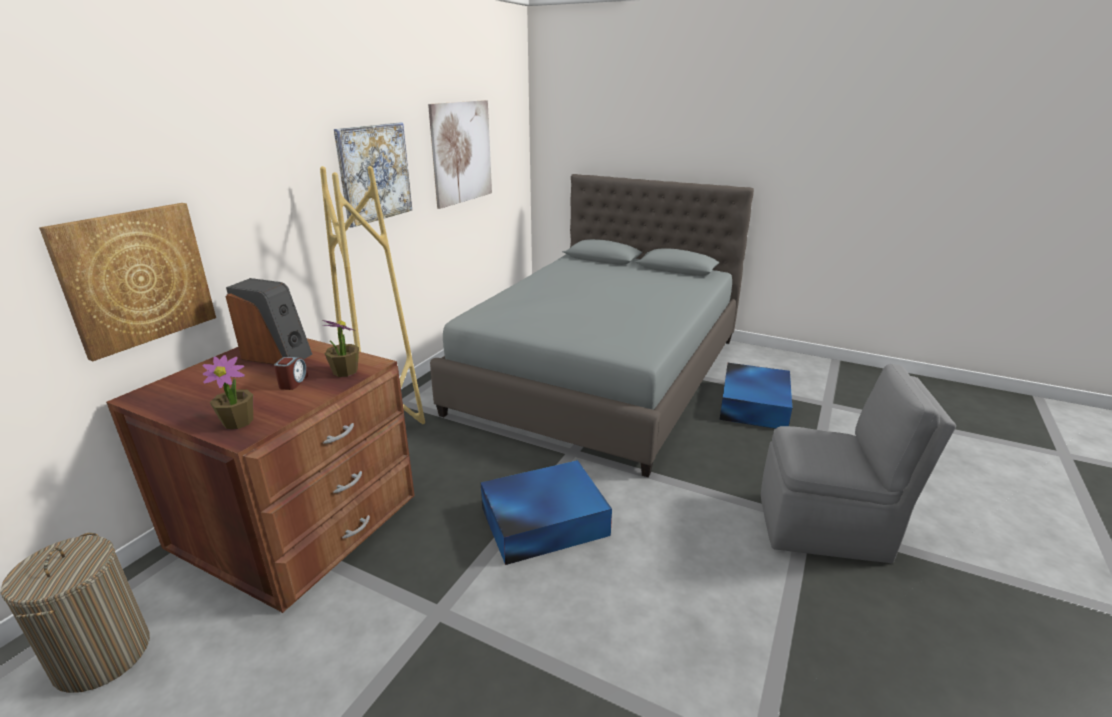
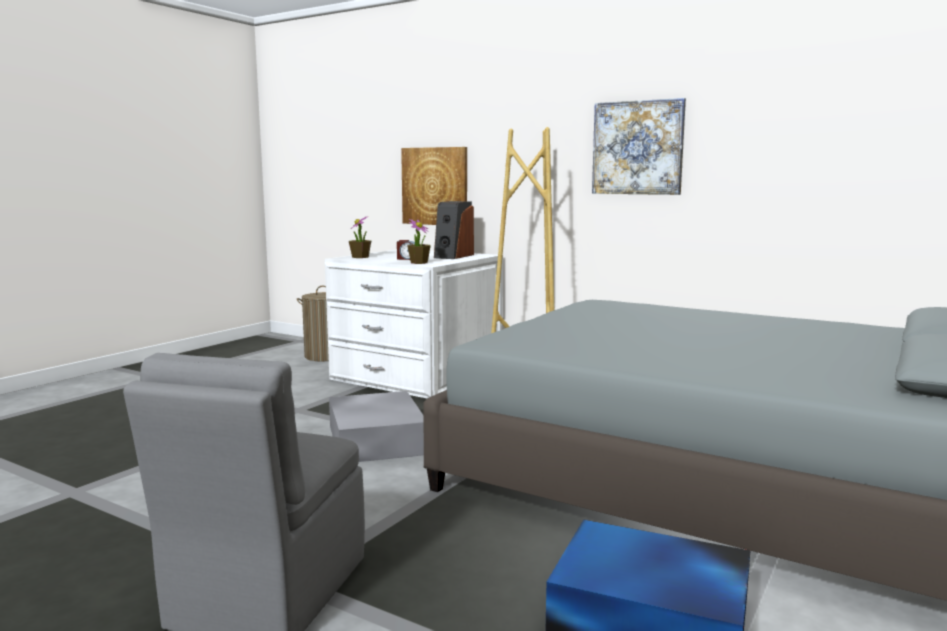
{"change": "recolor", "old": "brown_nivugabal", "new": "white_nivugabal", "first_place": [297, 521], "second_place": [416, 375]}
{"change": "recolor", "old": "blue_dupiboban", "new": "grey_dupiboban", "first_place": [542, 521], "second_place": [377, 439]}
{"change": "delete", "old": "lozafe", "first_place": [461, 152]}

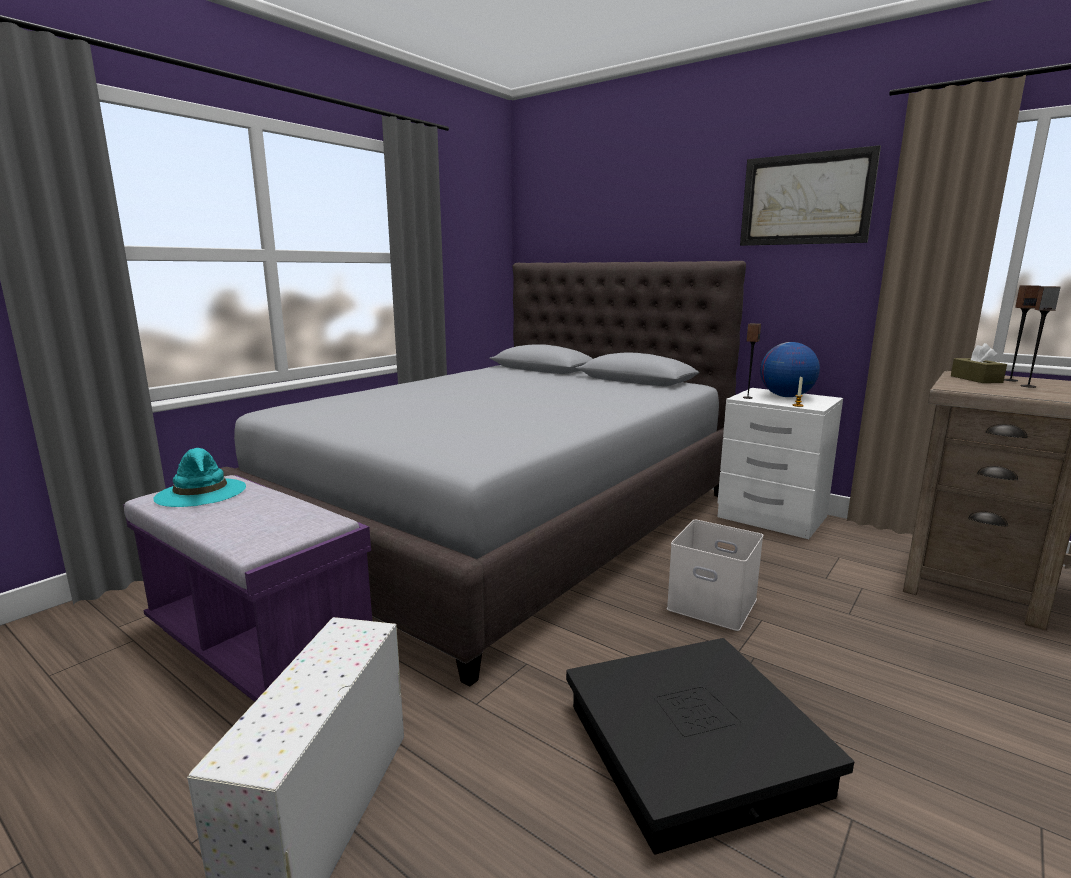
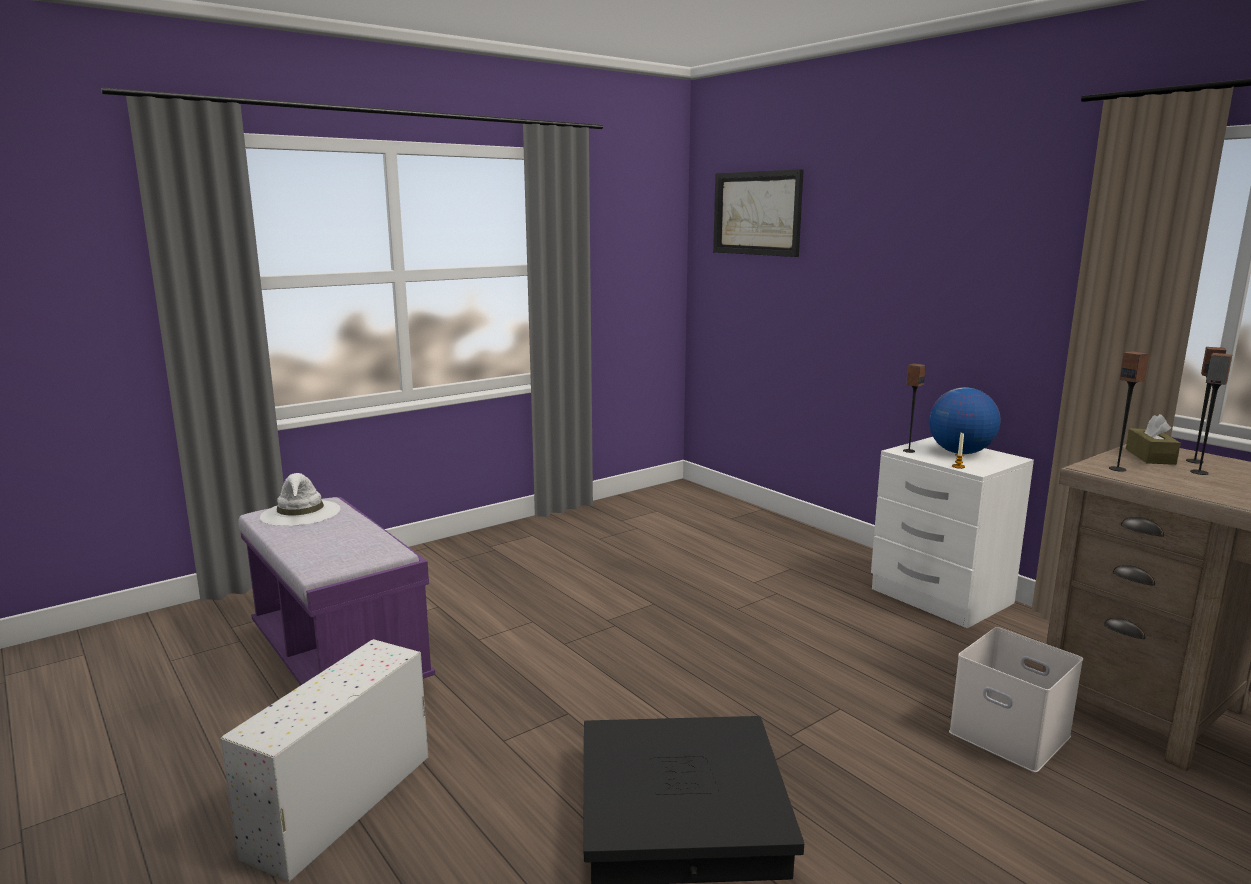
{"change": "recolor", "old": "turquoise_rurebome", "new": "white_rurebome", "first_place": [201, 492], "second_place": [301, 513]}
{"change": "move", "old": "lozafe", "first_place": [805, 199], "second_place": [757, 213]}
{"change": "move", "old": "white_dupiboban", "first_place": [714, 603], "second_place": [1012, 734]}
{"change": "insert", "new": "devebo", "second_place": [1117, 469]}
{"change": "delete", "old": "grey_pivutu", "first_place": [507, 522]}

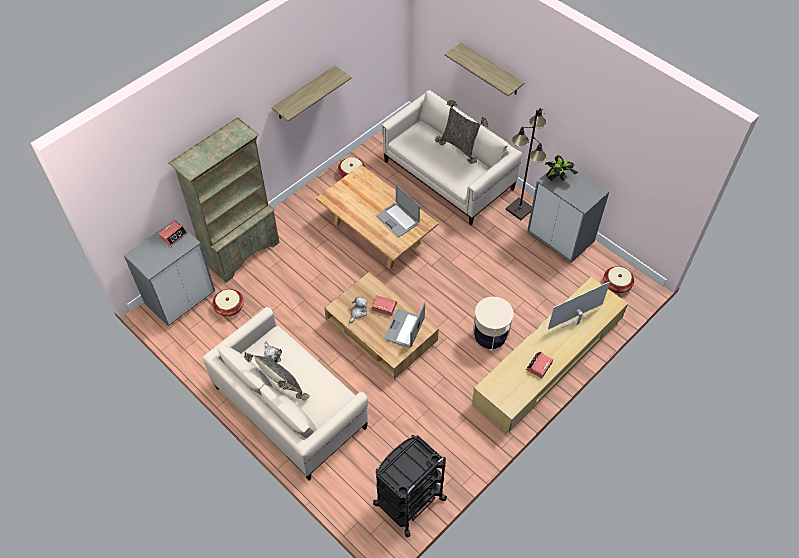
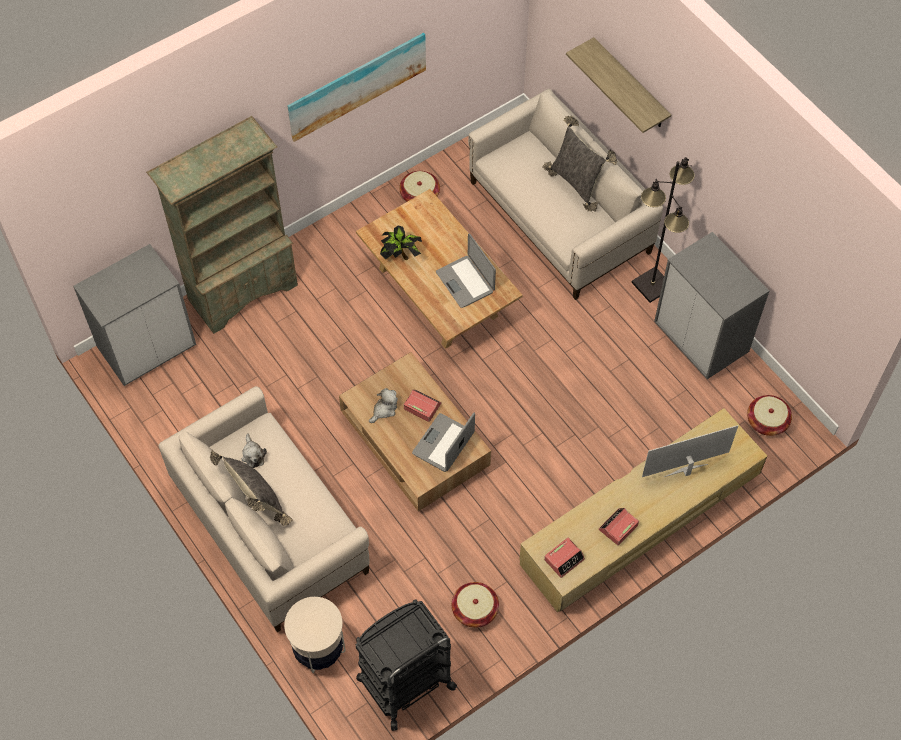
{"change": "move", "old": "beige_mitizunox", "first_place": [490, 337], "second_place": [318, 648]}
{"change": "replace", "old": "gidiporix", "new": "lozafe", "first_place": [304, 93], "second_place": [356, 84]}
{"change": "move", "old": "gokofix", "first_place": [558, 178], "second_place": [400, 256]}
{"change": "move", "old": "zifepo", "first_place": [229, 307], "second_place": [475, 609]}
{"change": "move", "old": "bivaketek", "first_place": [173, 235], "second_place": [564, 559]}

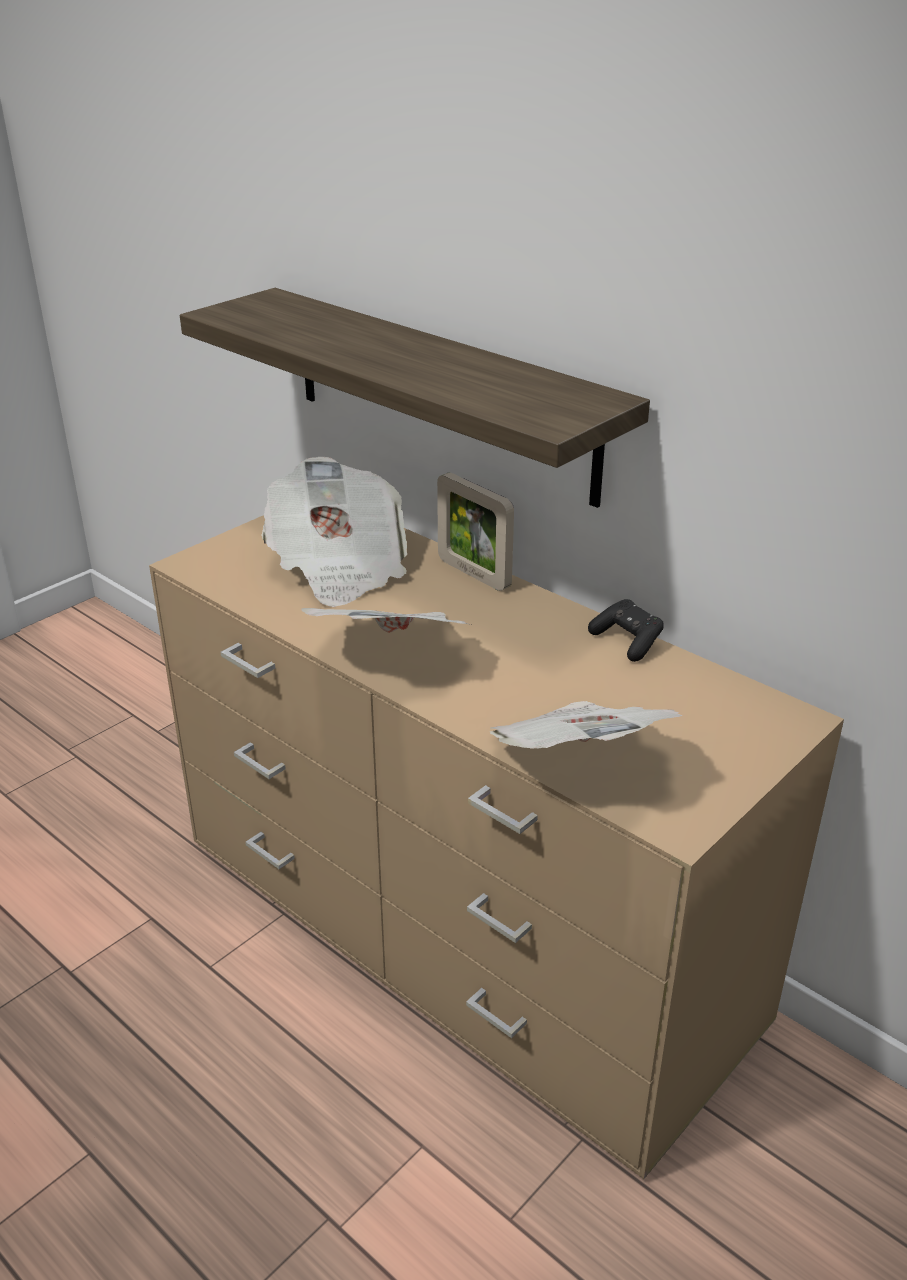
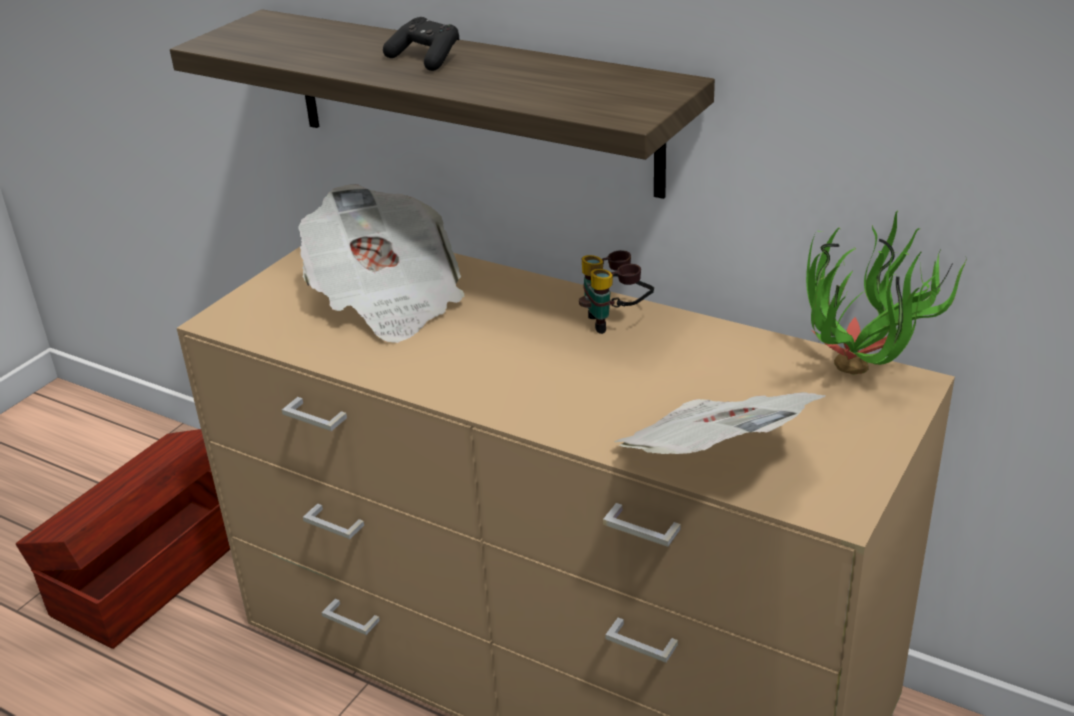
{"change": "insert", "new": "brown_dupiboban", "second_place": [152, 570]}
{"change": "move", "old": "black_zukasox", "first_place": [627, 641], "second_place": [425, 58]}
{"change": "insert", "new": "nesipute", "second_place": [616, 321]}
{"change": "insert", "new": "gokofix", "second_place": [863, 383]}
{"change": "delete", "old": "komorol", "first_place": [394, 654]}
{"change": "delete", "old": "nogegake", "first_place": [473, 574]}

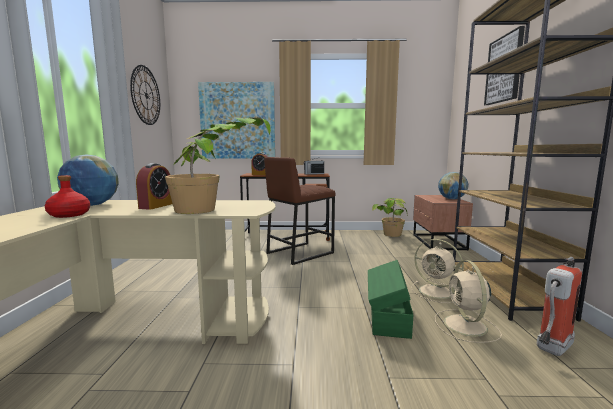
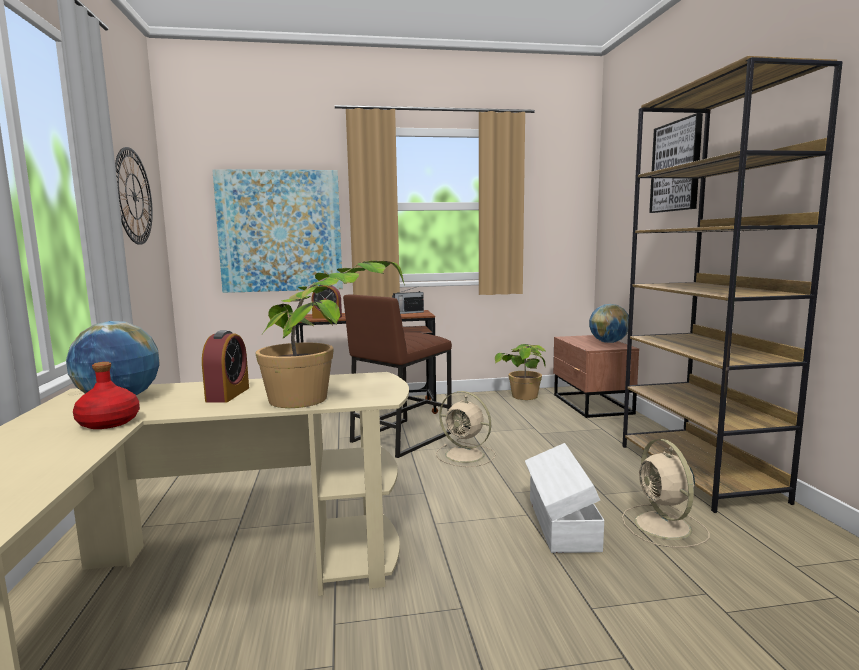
{"change": "move", "old": "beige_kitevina", "first_place": [437, 292], "second_place": [466, 455]}
{"change": "recolor", "old": "green_dupiboban", "new": "white_dupiboban", "first_place": [387, 316], "second_place": [561, 524]}
{"change": "delete", "old": "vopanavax", "first_place": [551, 350]}

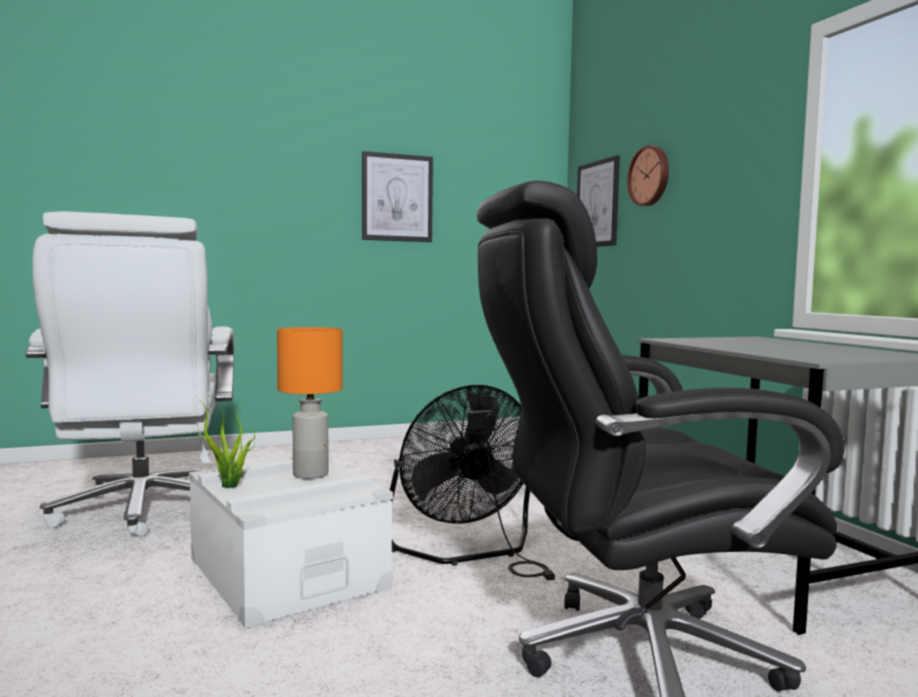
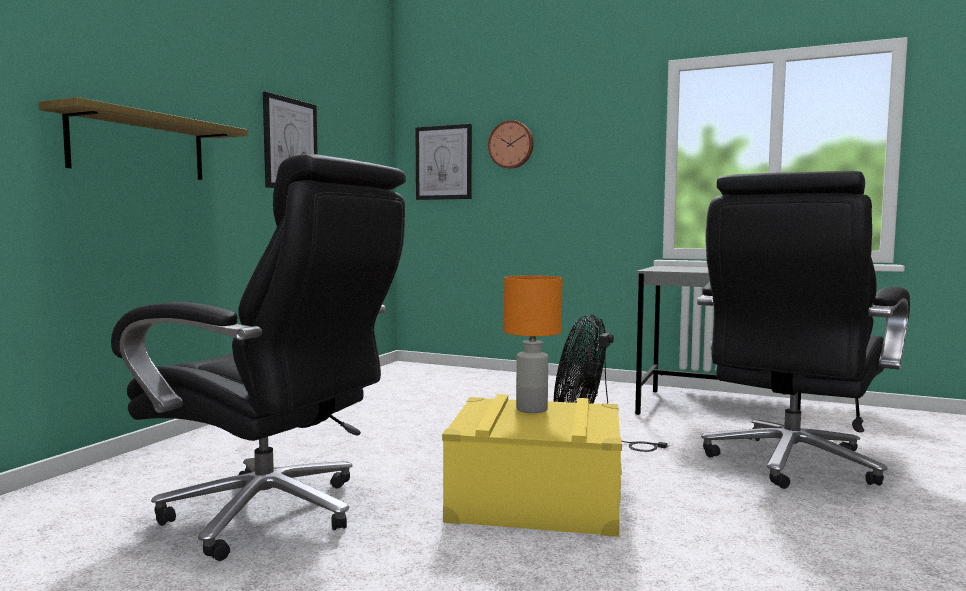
{"change": "insert", "new": "gidiporix", "second_place": [139, 146]}
{"change": "recolor", "old": "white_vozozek", "new": "black_vozozek", "first_place": [141, 514], "second_place": [275, 516]}
{"change": "recolor", "old": "white_dupiboban", "new": "yellow_dupiboban", "first_place": [286, 572], "second_place": [535, 501]}
{"change": "delete", "old": "gokofix", "first_place": [230, 486]}

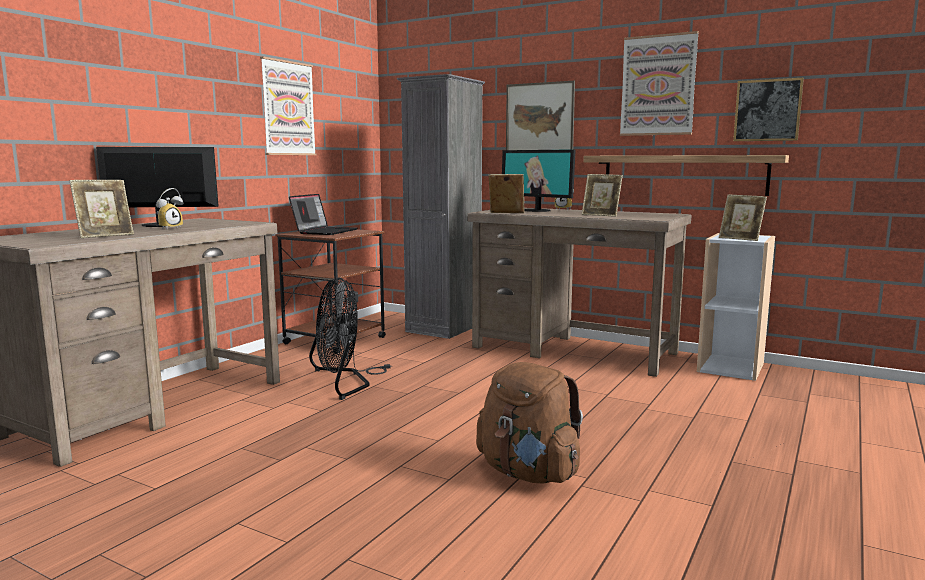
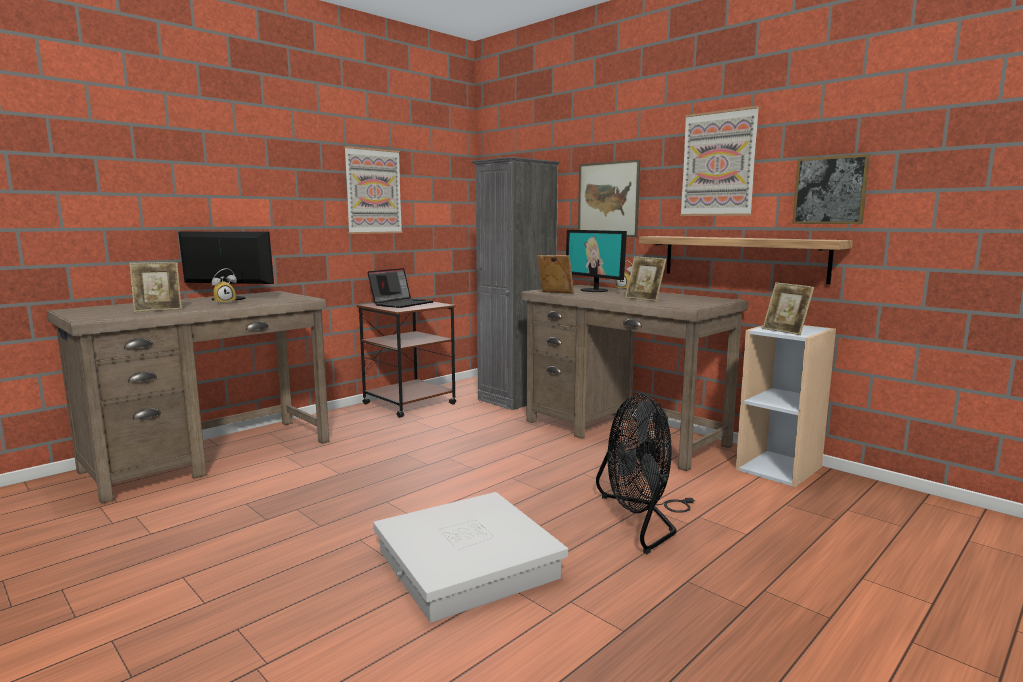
{"change": "replace", "old": "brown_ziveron", "new": "white_dupiboban", "first_place": [528, 473], "second_place": [467, 564]}
{"change": "move", "old": "black_kitevina", "first_place": [347, 380], "second_place": [644, 518]}

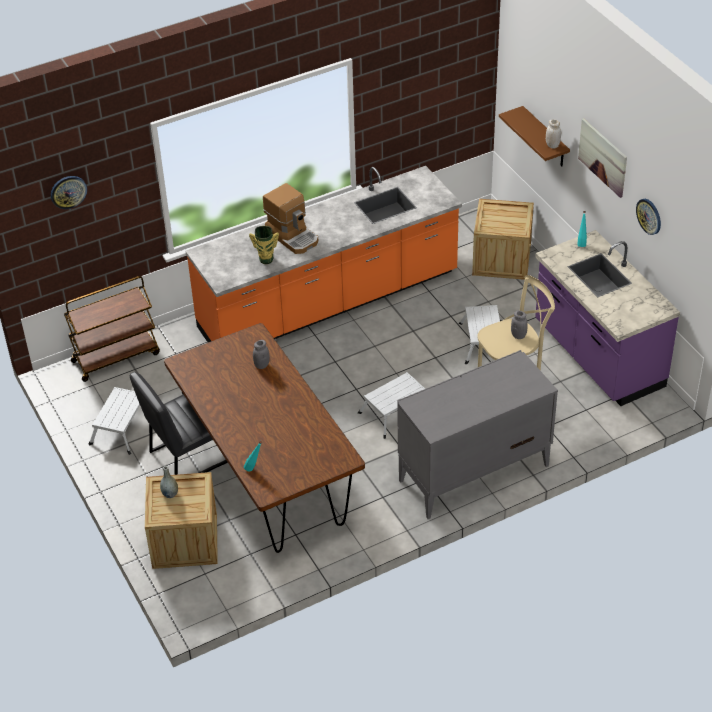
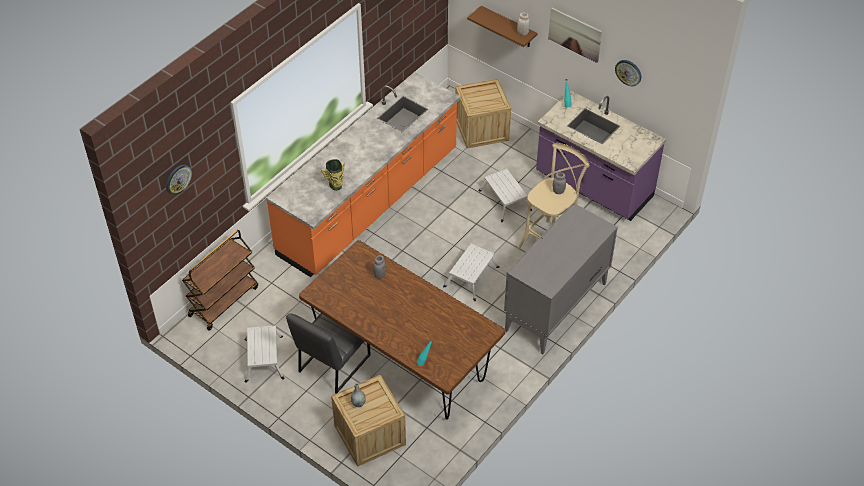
{"change": "delete", "old": "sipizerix", "first_place": [293, 236]}

